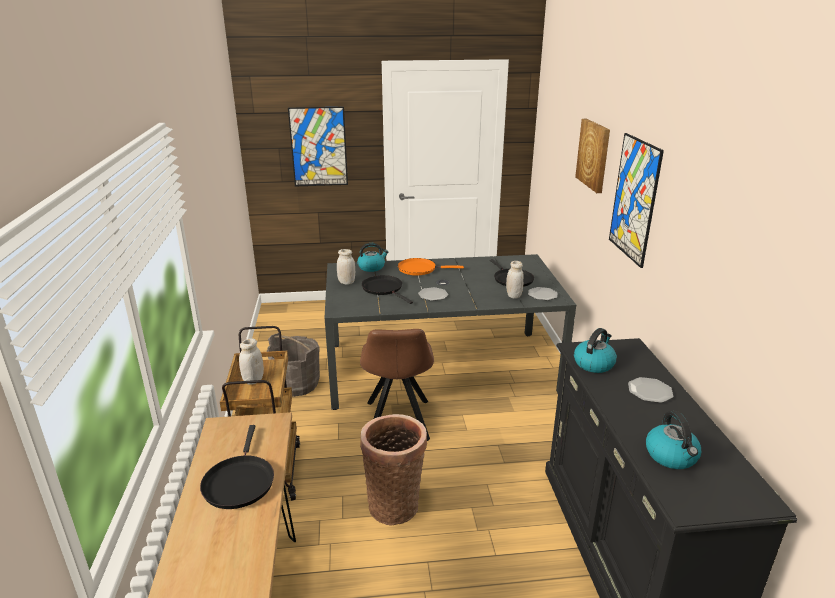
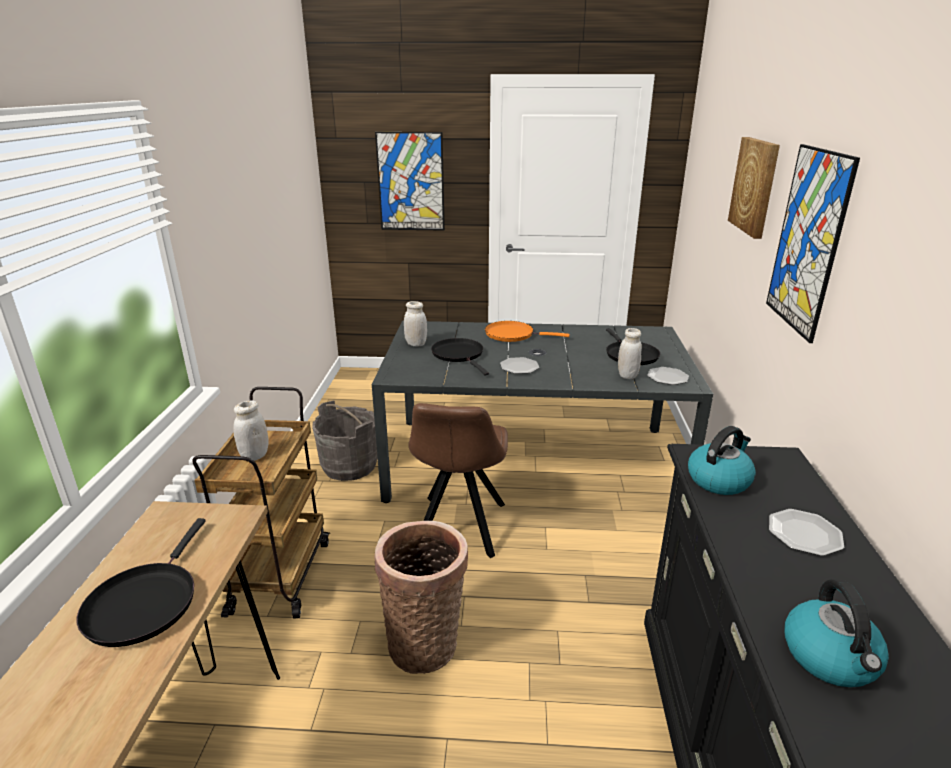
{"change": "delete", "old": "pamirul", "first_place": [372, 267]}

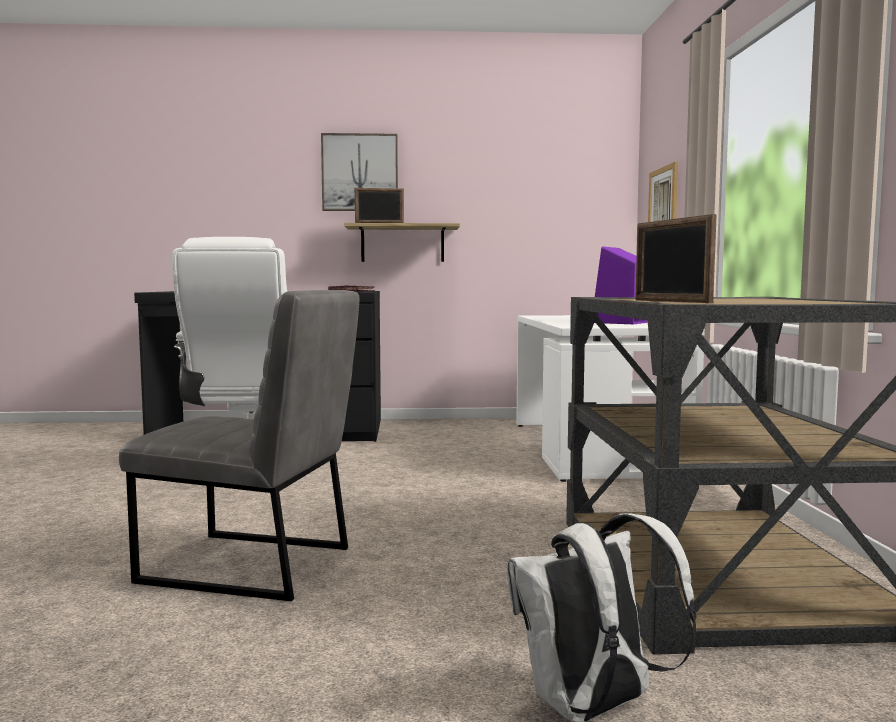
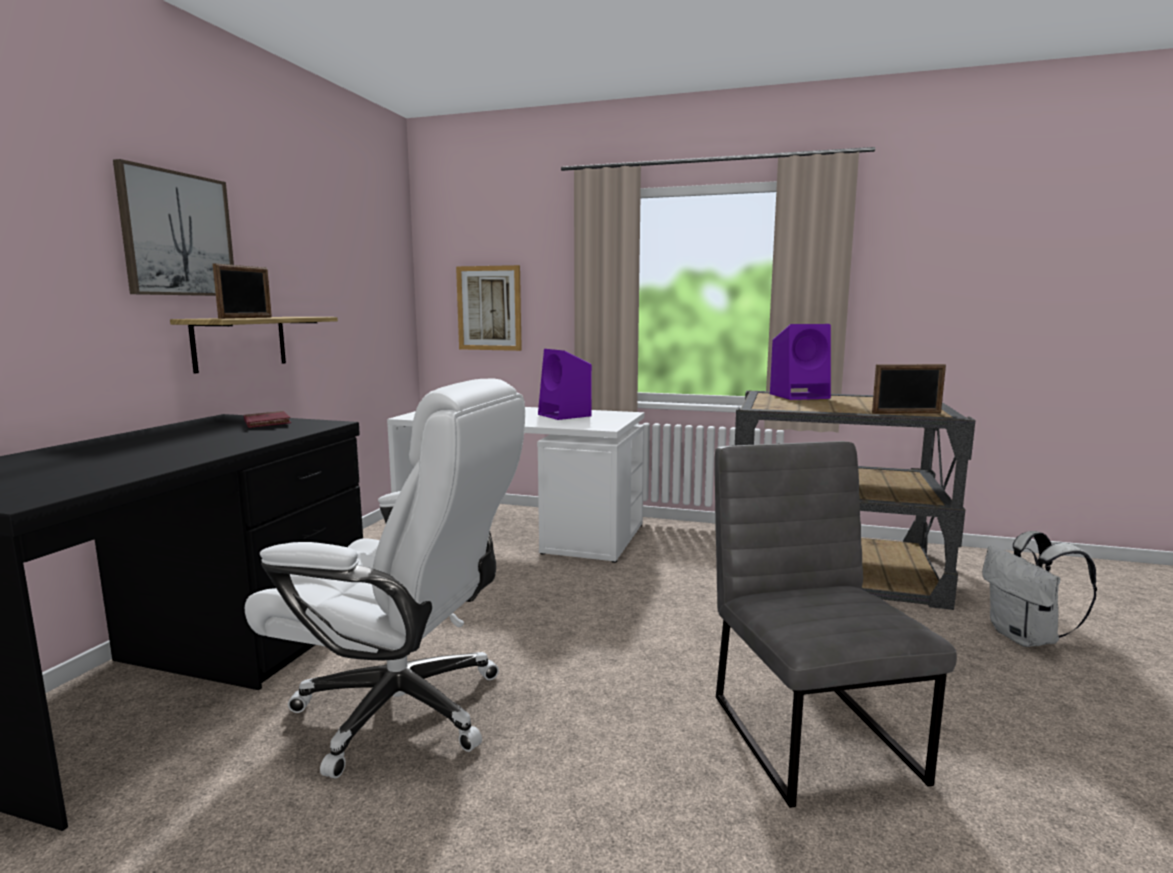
{"change": "rotate", "old": "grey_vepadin", "first_place": [251, 565], "second_place": [811, 732], "degrees": -45}
{"change": "insert", "new": "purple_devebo", "second_place": [800, 396]}

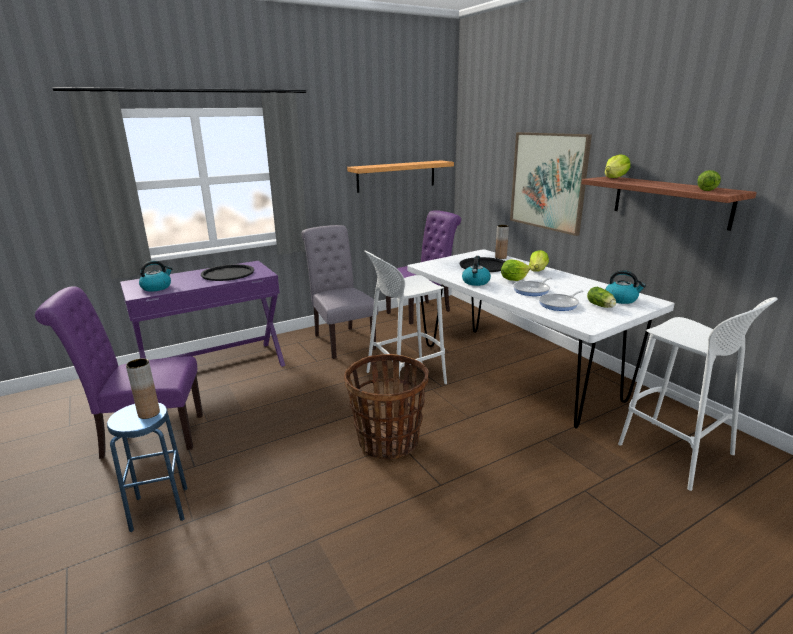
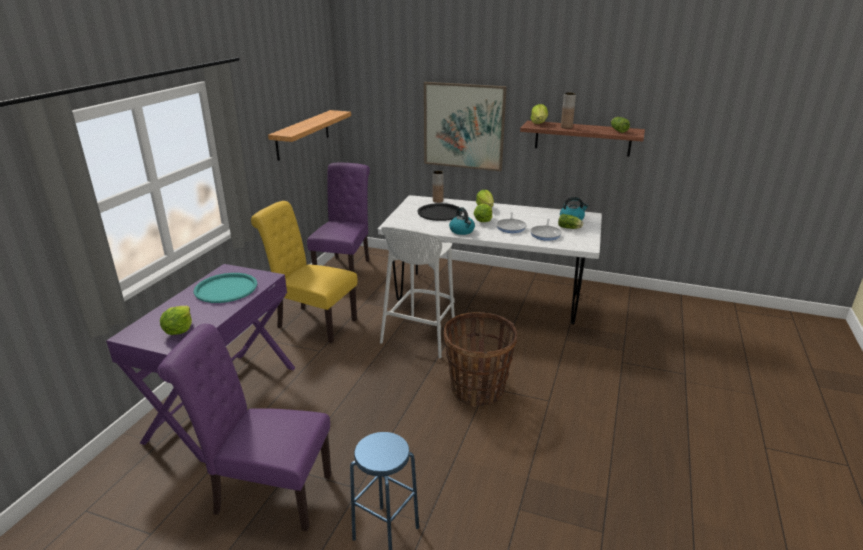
{"change": "rotate", "old": "purple_vepadin", "first_place": [146, 437], "second_place": [266, 493], "degrees": 60}
{"change": "replace", "old": "pamirul", "new": "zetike", "first_place": [157, 287], "second_place": [179, 330]}
{"change": "recolor", "old": "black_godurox", "new": "turquoise_godurox", "first_place": [228, 273], "second_place": [226, 288]}
{"change": "recolor", "old": "grey_vepadin", "new": "yellow_vepadin", "first_place": [341, 340], "second_place": [312, 322]}
{"change": "move", "old": "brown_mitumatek", "first_place": [149, 413], "second_place": [566, 127]}
{"change": "delete", "old": "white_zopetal", "first_place": [675, 453]}

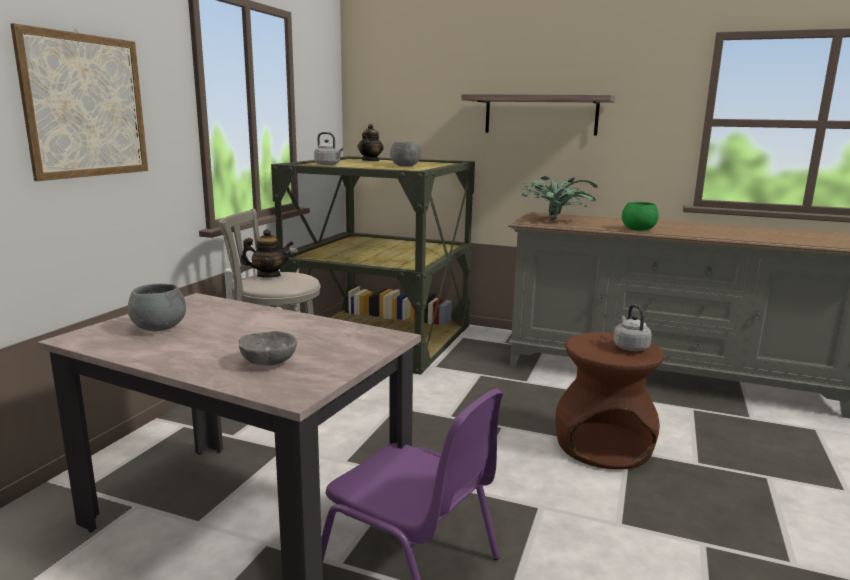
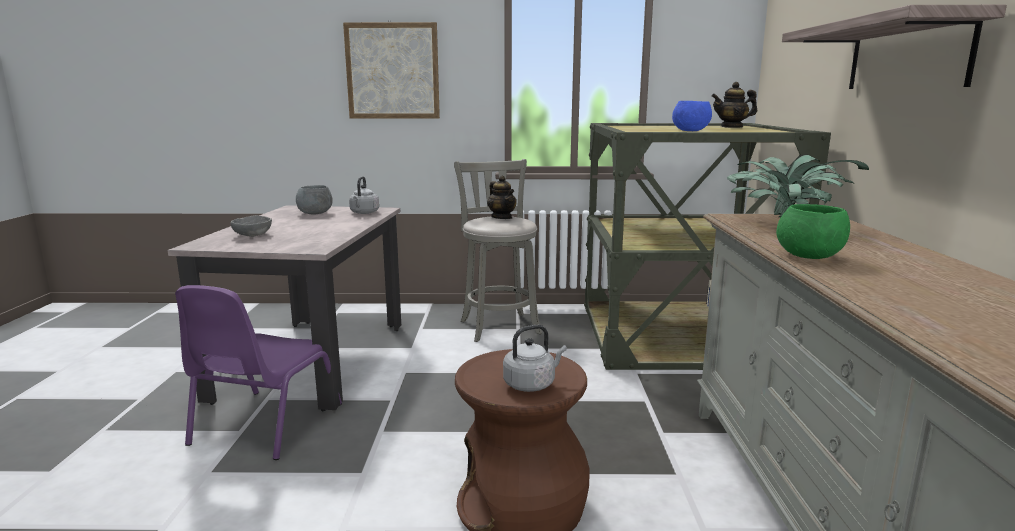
{"change": "move", "old": "grey_pamirul", "first_place": [328, 164], "second_place": [364, 213]}
{"change": "recolor", "old": "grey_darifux", "new": "blue_darifux", "first_place": [405, 166], "second_place": [690, 131]}

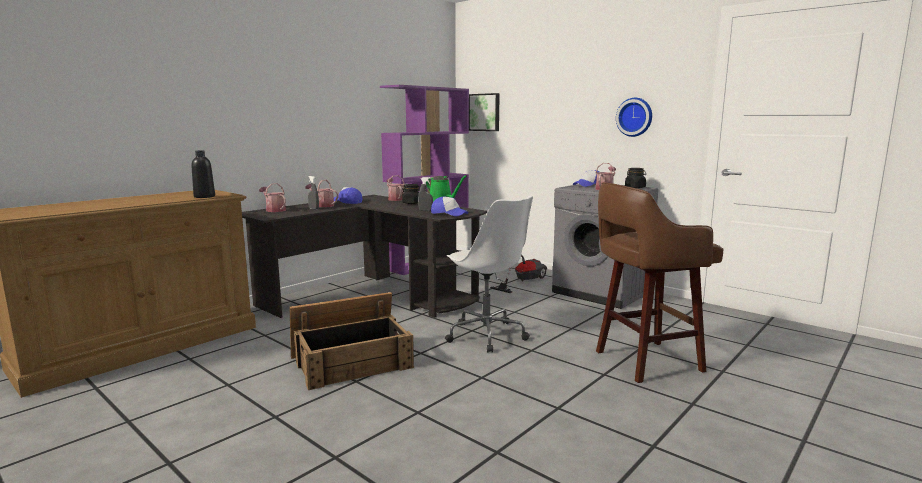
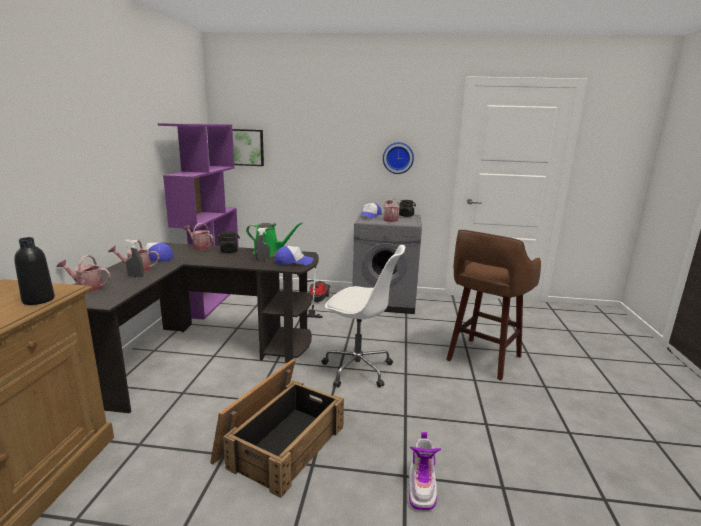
{"change": "insert", "new": "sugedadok", "second_place": [422, 488]}

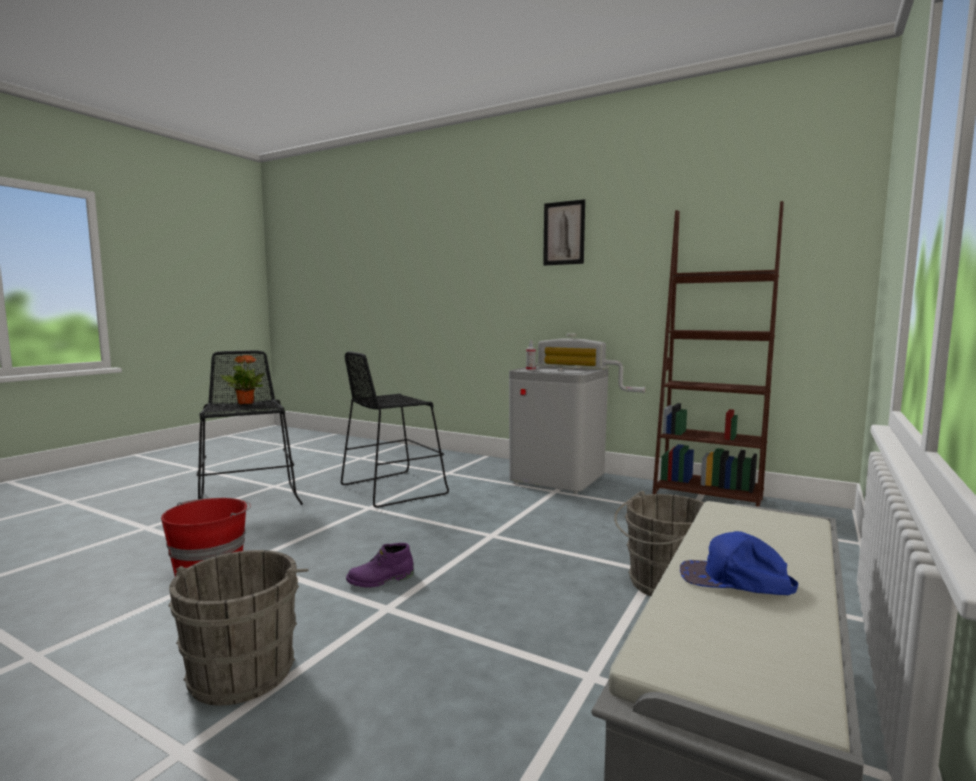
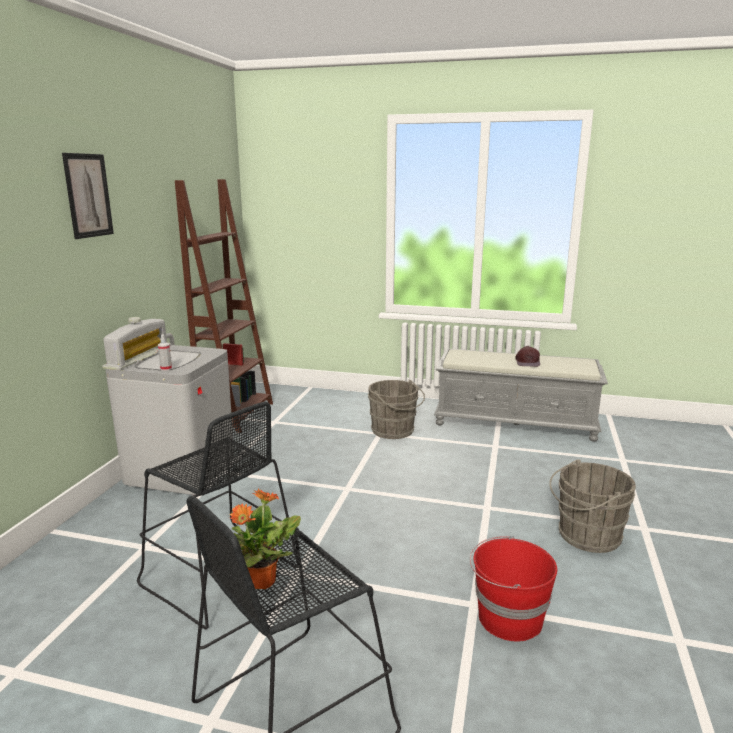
{"change": "recolor", "old": "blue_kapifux", "new": "brown_kapifux", "first_place": [735, 580], "second_place": [527, 362]}
{"change": "delete", "old": "purple_sugedadok", "first_place": [380, 580]}

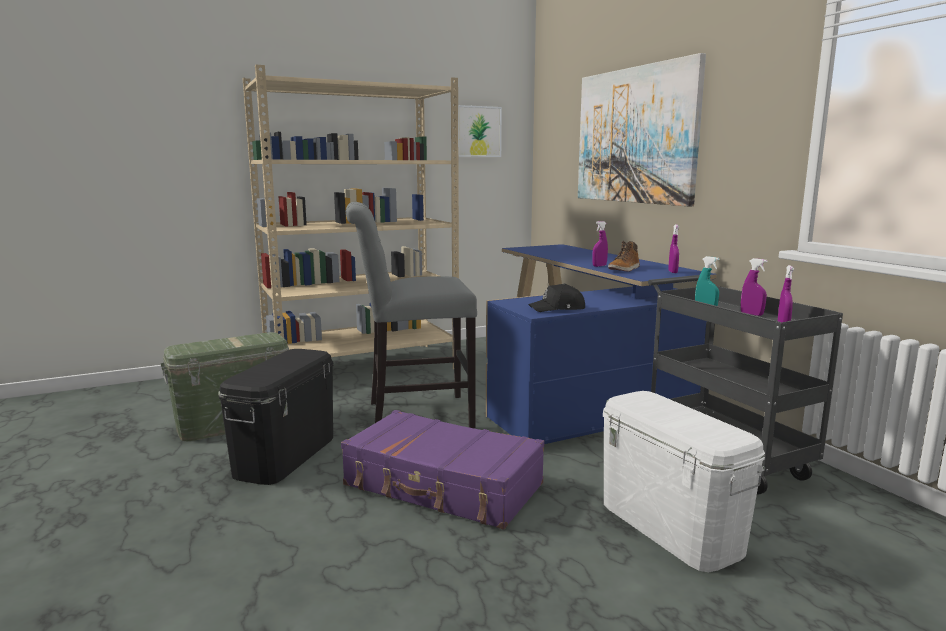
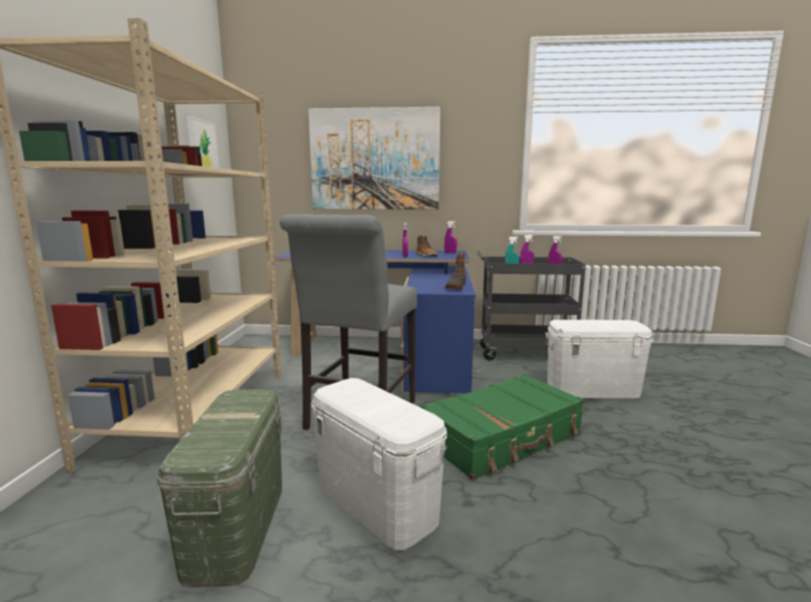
{"change": "recolor", "old": "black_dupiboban", "new": "white_dupiboban", "first_place": [285, 455], "second_place": [377, 502]}
{"change": "recolor", "old": "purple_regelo", "new": "green_regelo", "first_place": [443, 485], "second_place": [503, 438]}
{"change": "replace", "old": "black_kapifux", "new": "sugedadok", "first_place": [558, 309], "second_place": [455, 286]}

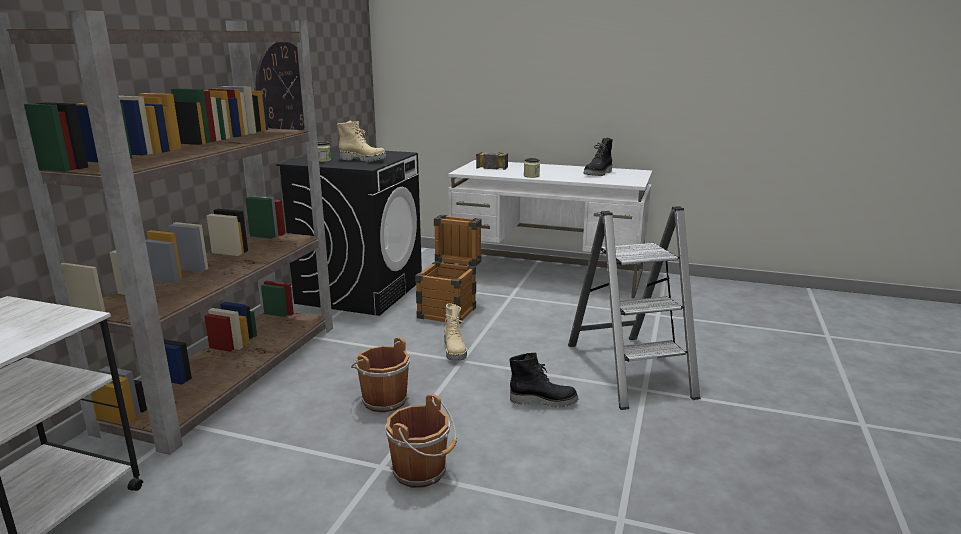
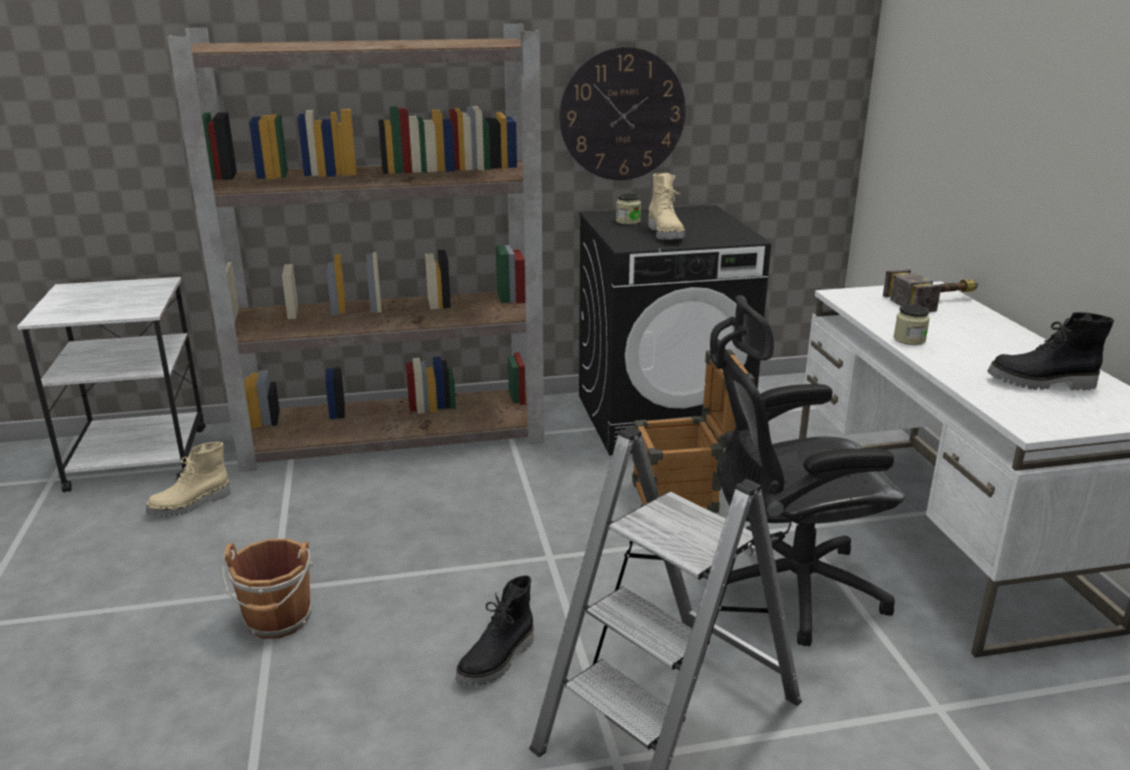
{"change": "move", "old": "beige_sugedadok", "first_place": [455, 351], "second_place": [191, 505]}
{"change": "rotate", "old": "black_sugedadok", "first_place": [543, 400], "second_place": [498, 661], "degrees": 60}
{"change": "insert", "new": "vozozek", "second_place": [788, 589]}
{"change": "delete", "old": "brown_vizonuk", "first_place": [382, 400]}

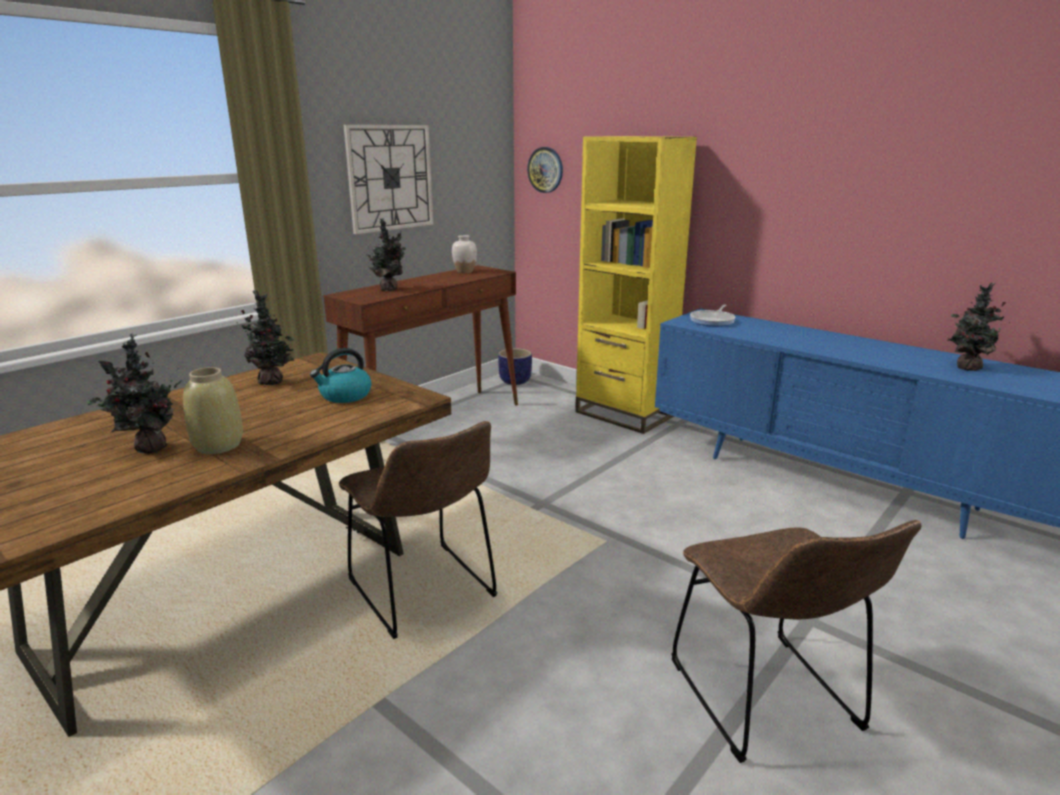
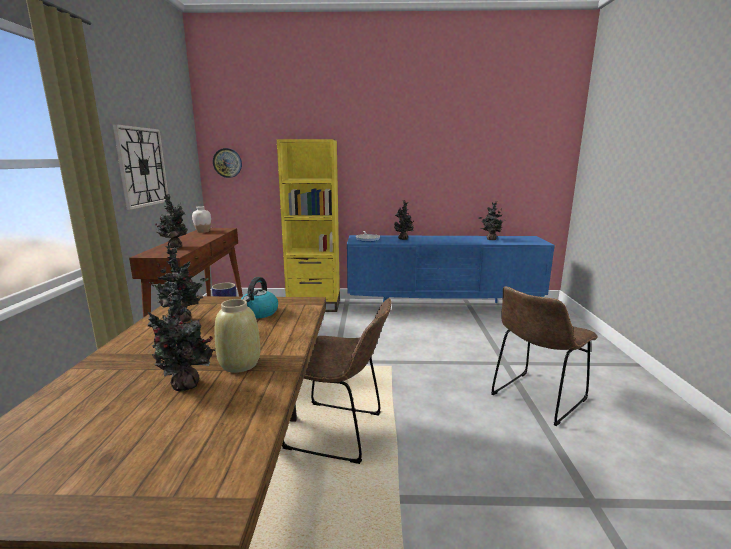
{"change": "insert", "new": "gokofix", "second_place": [403, 239]}
{"change": "rotate", "old": "brown_vepadin", "first_place": [768, 702], "second_place": [536, 399], "degrees": 105}

